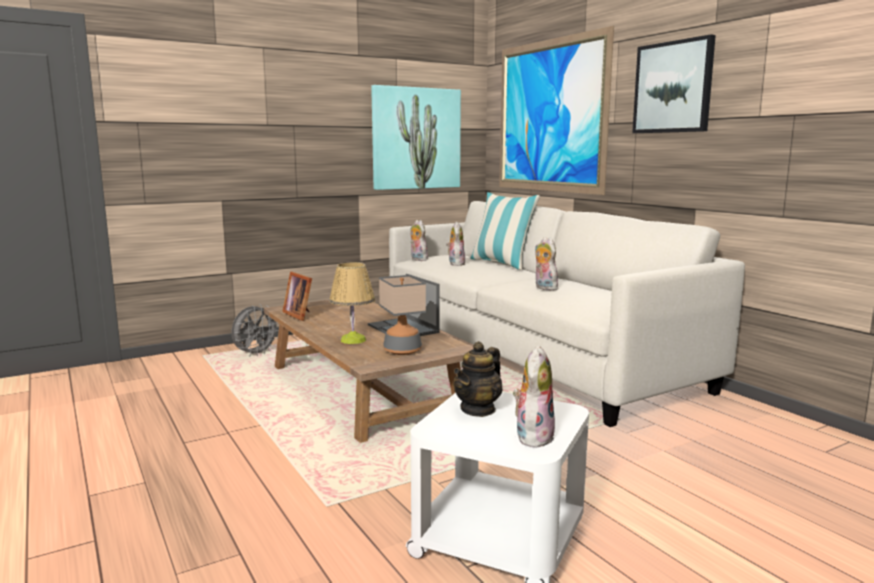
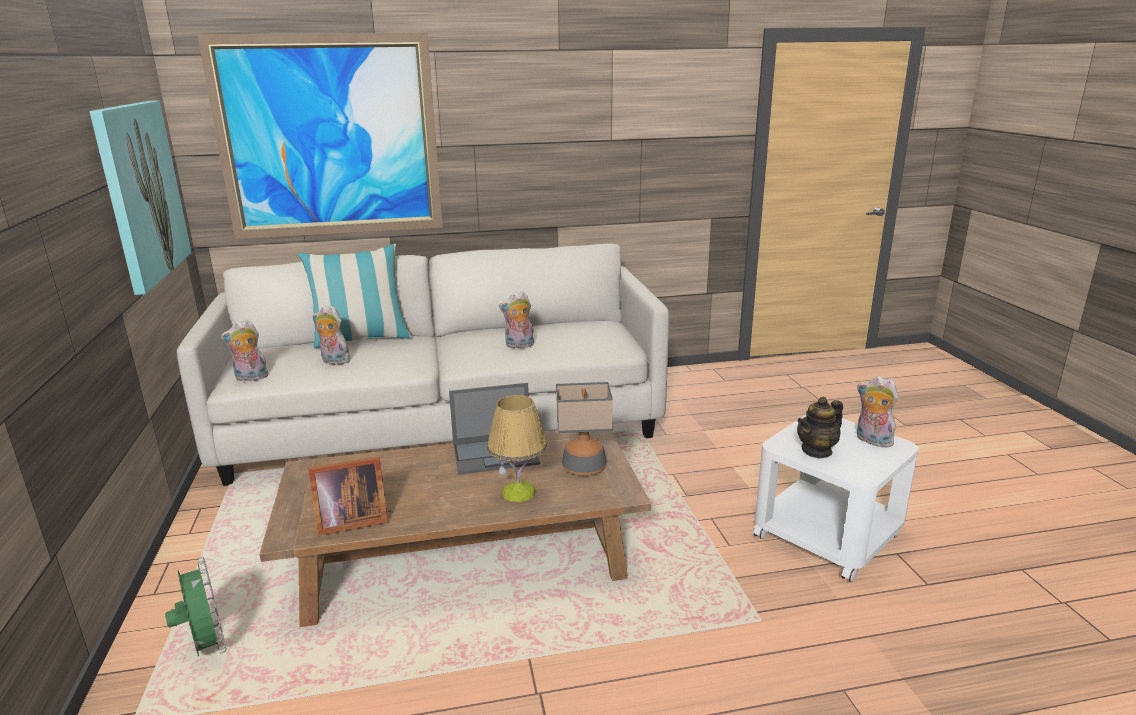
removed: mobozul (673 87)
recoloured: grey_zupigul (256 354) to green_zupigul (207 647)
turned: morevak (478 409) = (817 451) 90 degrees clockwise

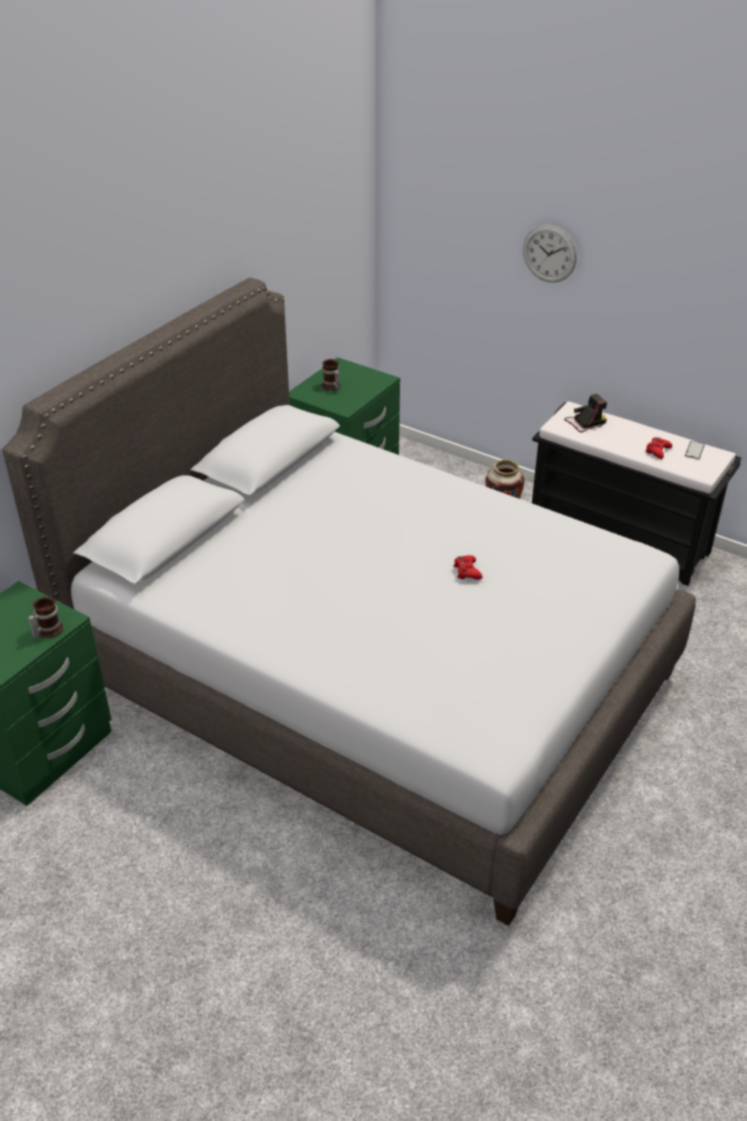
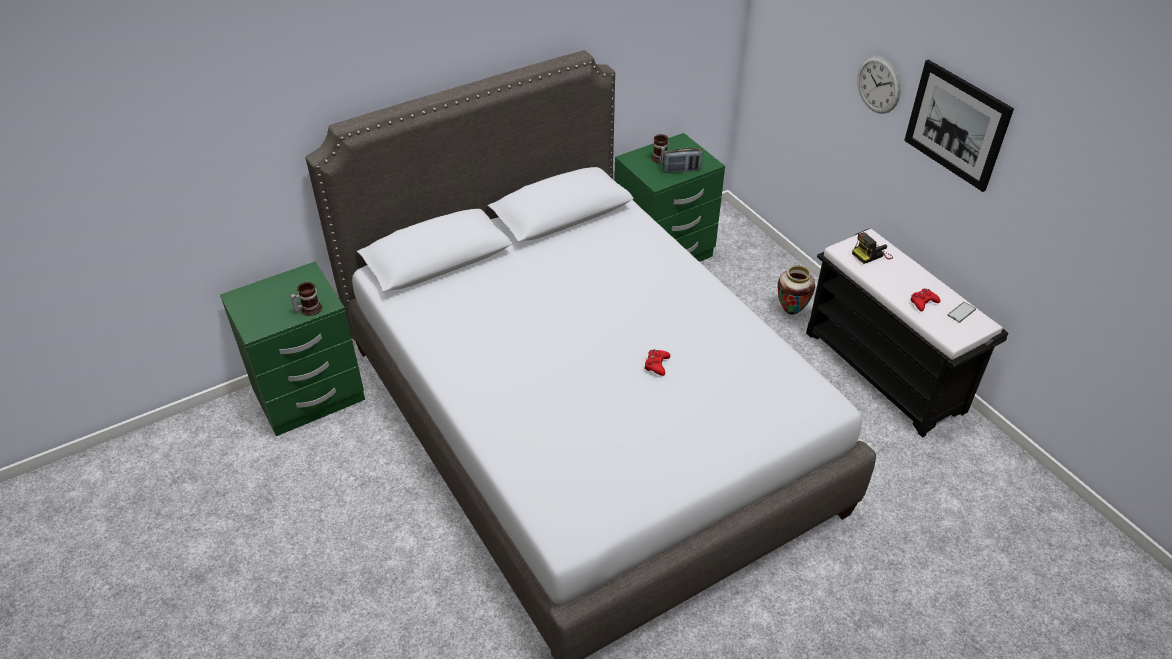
added: mobozul (956 125); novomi (681 170)
turned: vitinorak (585 423) = (871 254) 150 degrees clockwise

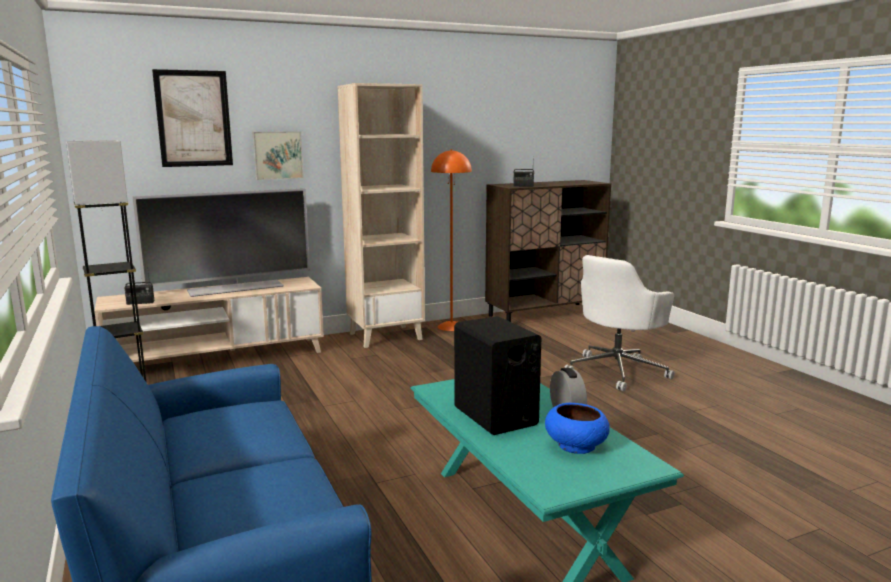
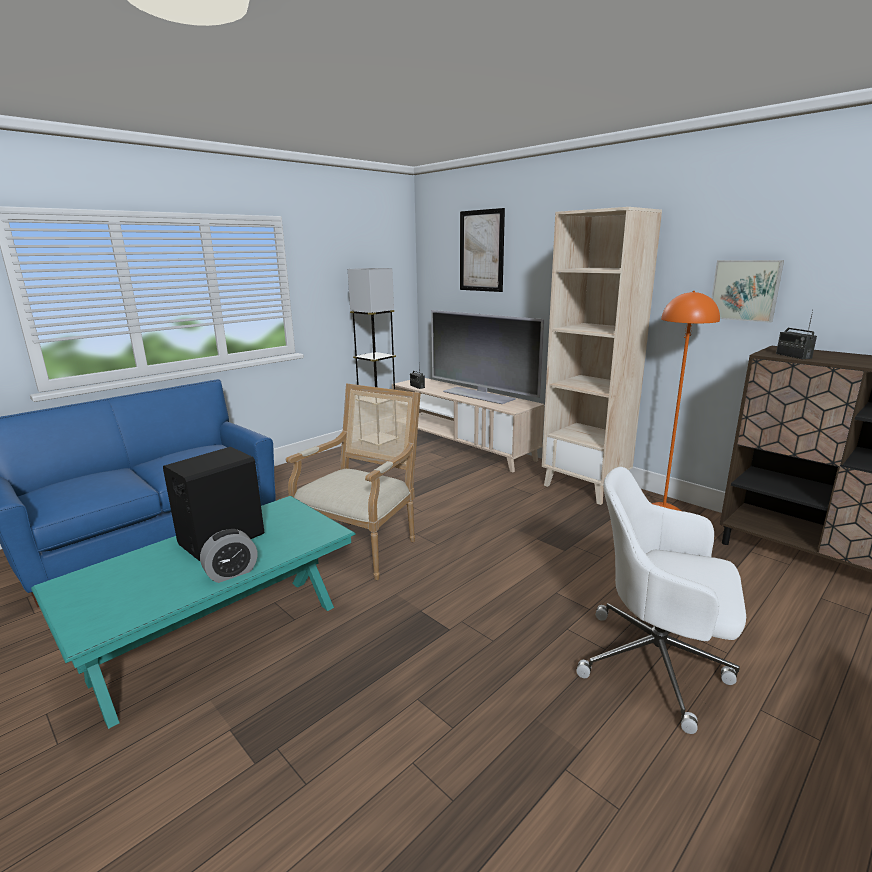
removed: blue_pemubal (576 445)
added: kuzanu (363 546)
moved: mobozul (277 155) to (745 290)

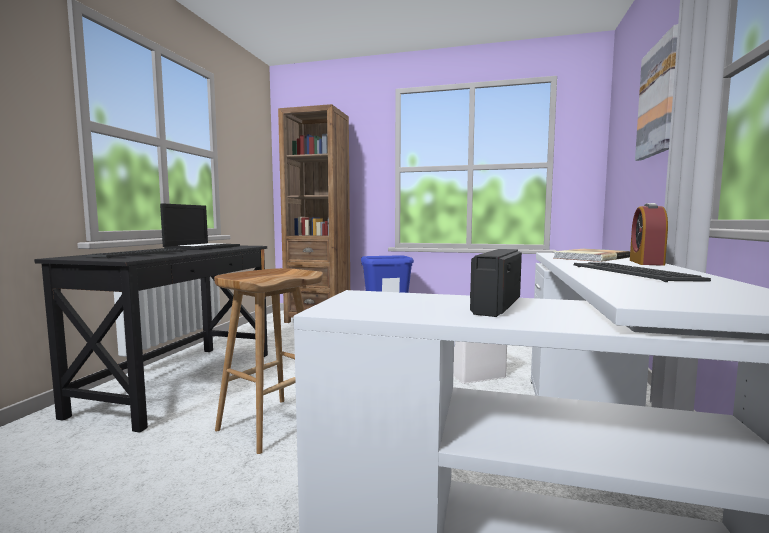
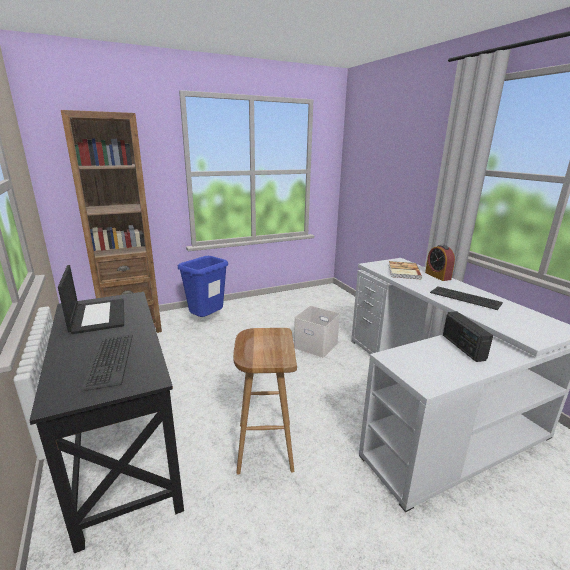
removed: mobozul (659 99)

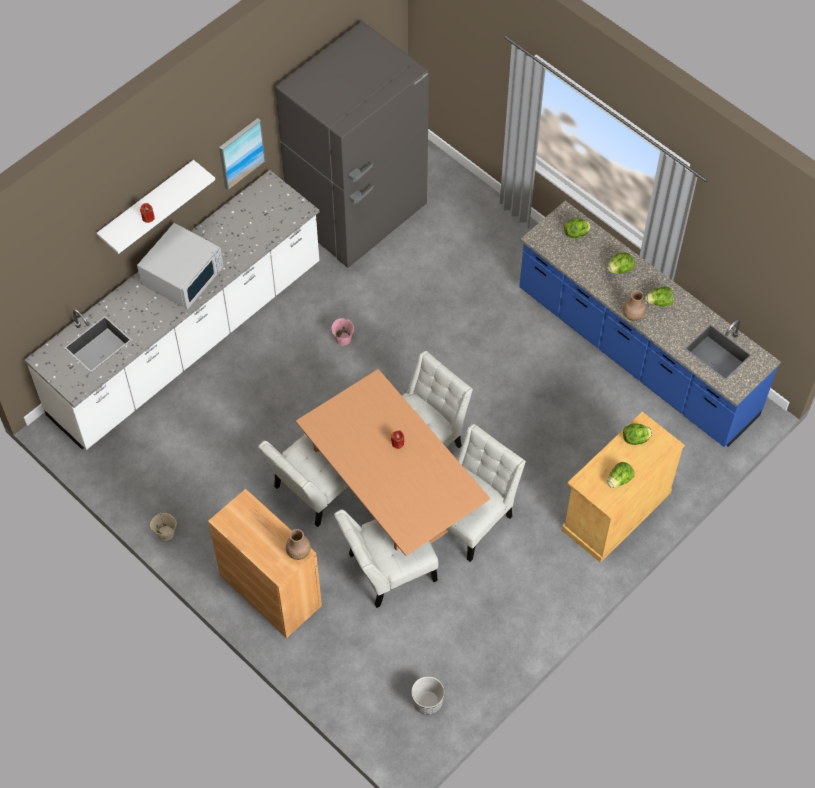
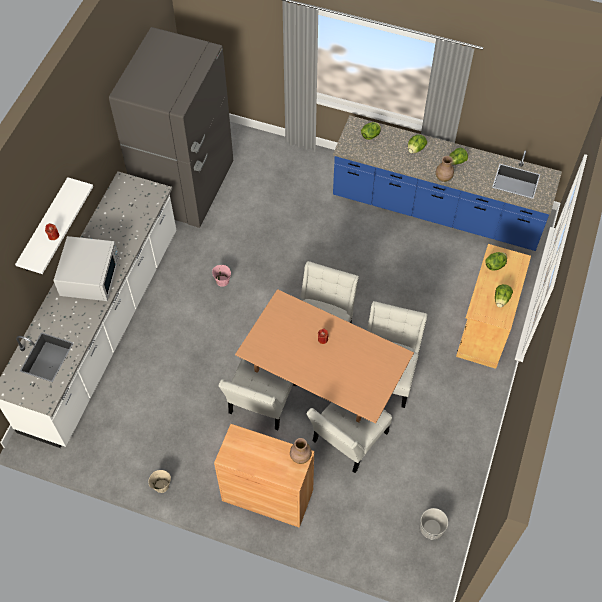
removed: mobozul (241 153)

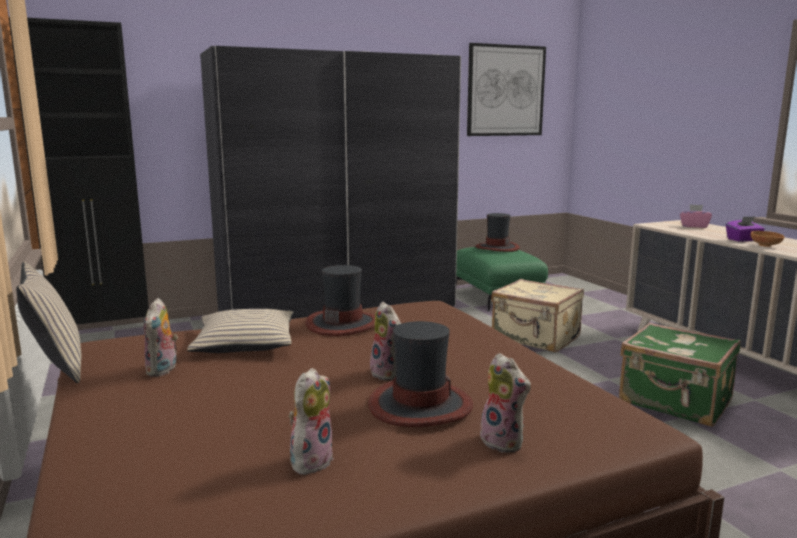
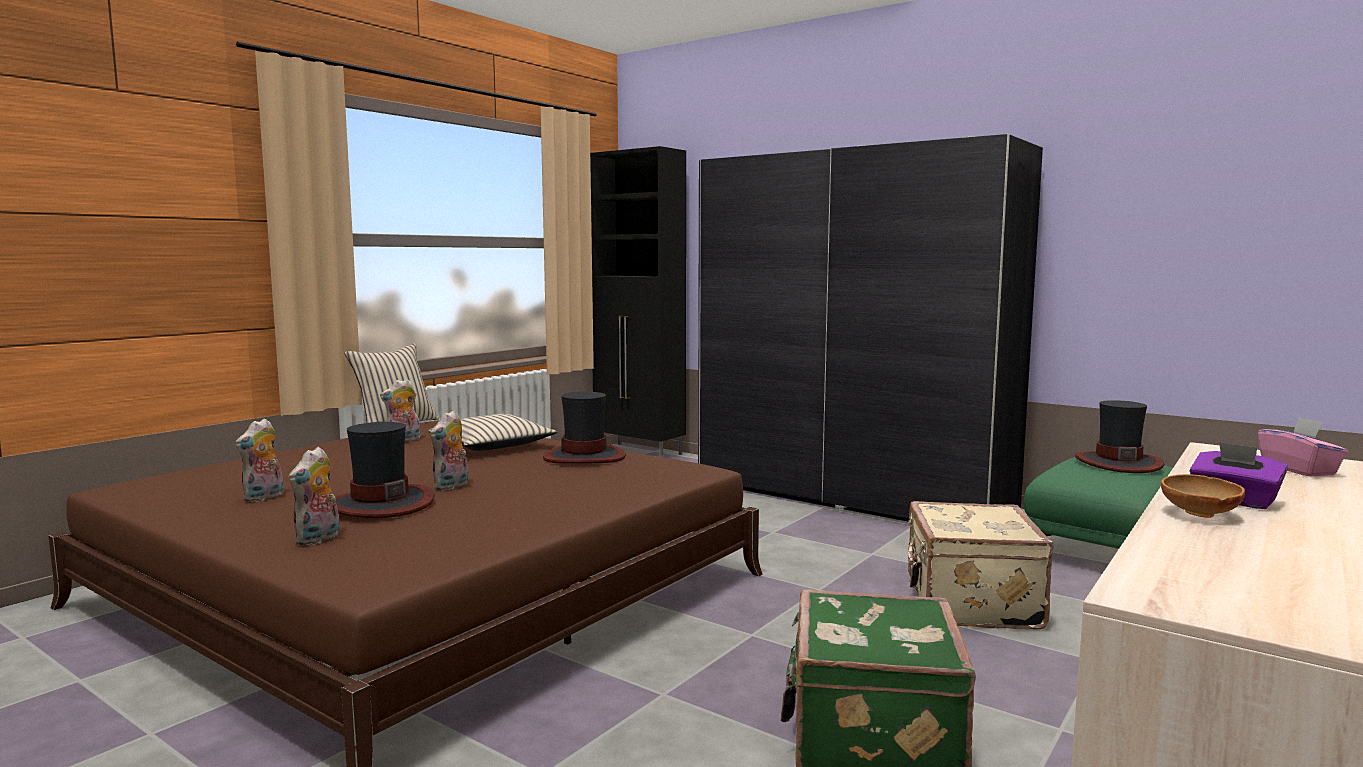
removed: mobozul (505 91)
turned: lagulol (310 460) = (264 497) 120 degrees clockwise

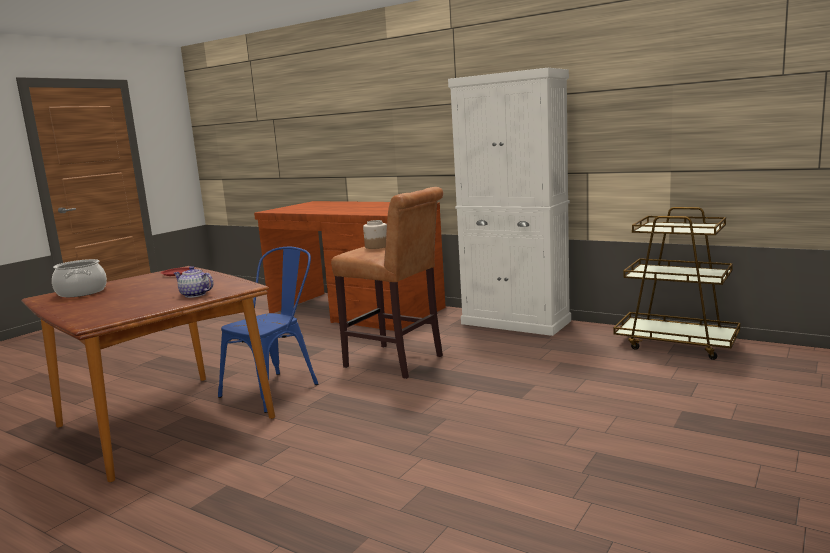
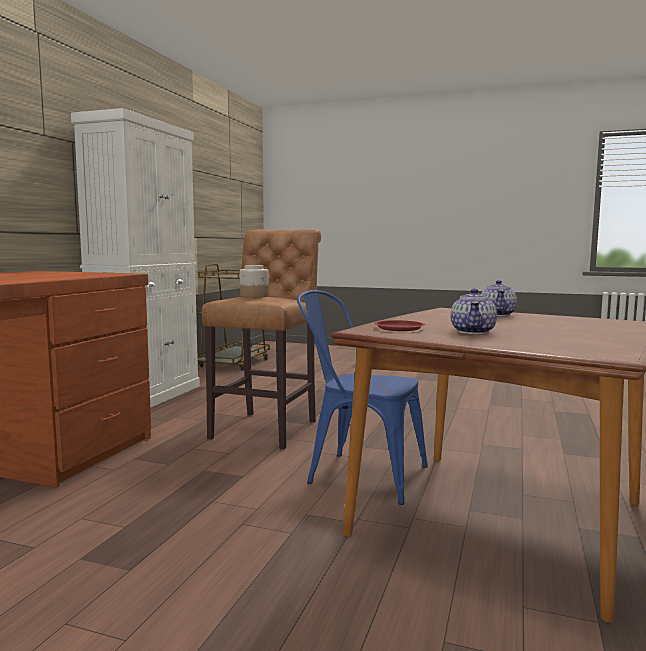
removed: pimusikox (81 292)
added: morevak (473 331)

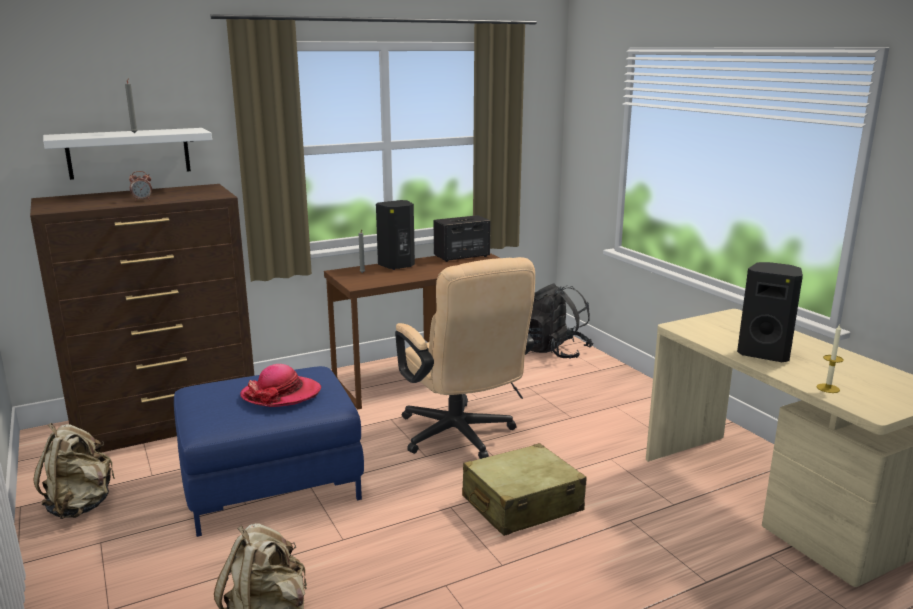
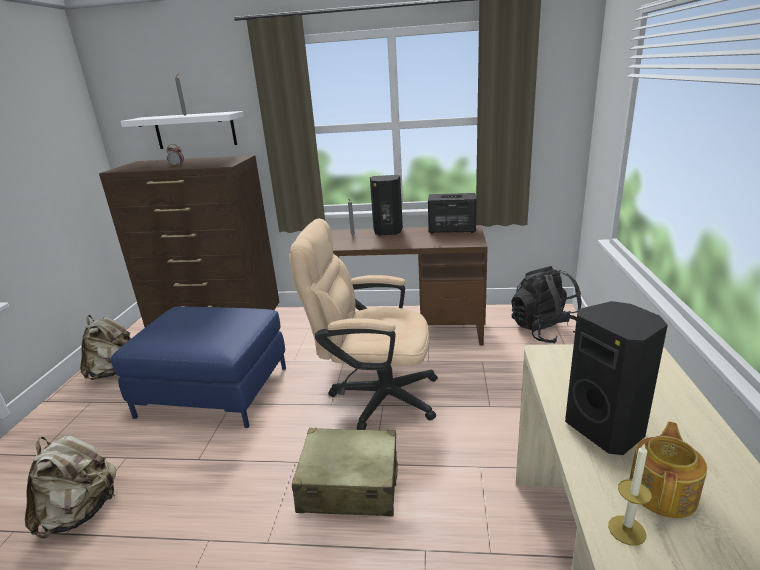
removed: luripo (281 394)
added: morevak (663 492)
turned: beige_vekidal (461 438) = (374 396) 90 degrees clockwise

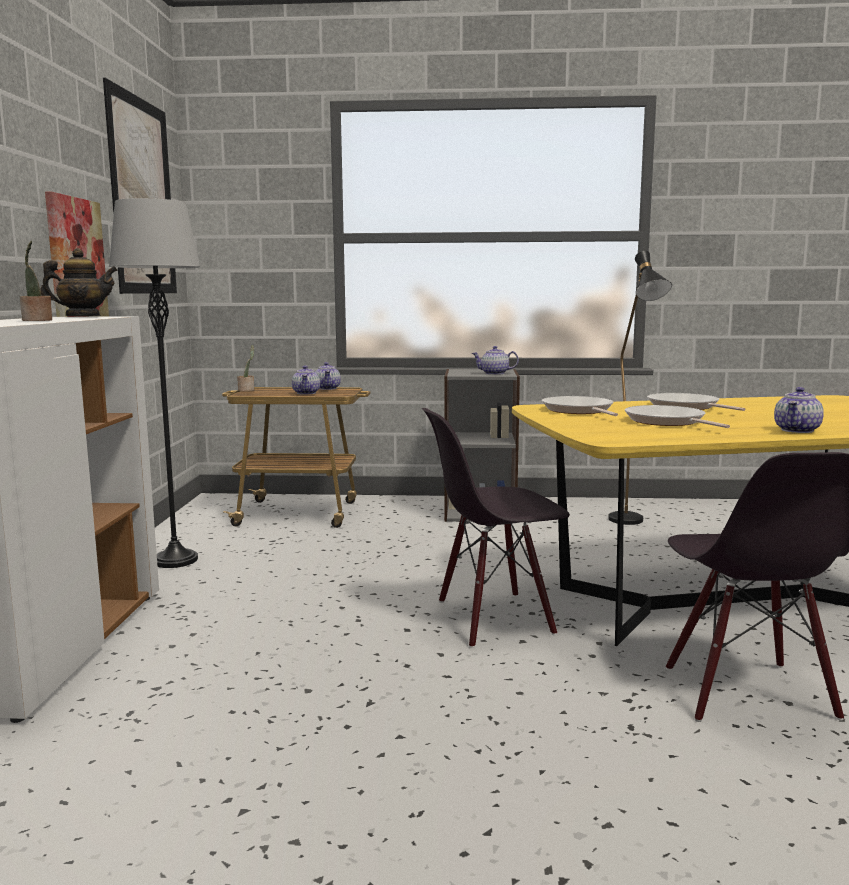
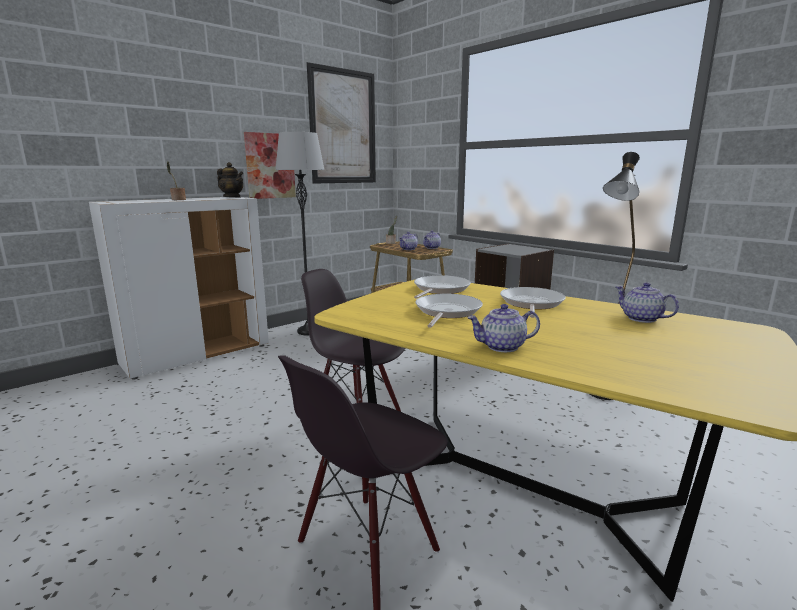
moved: morevak (494 373) to (641 318)

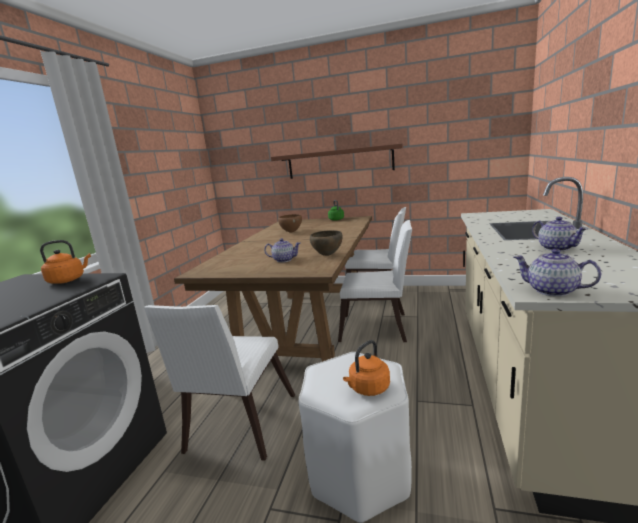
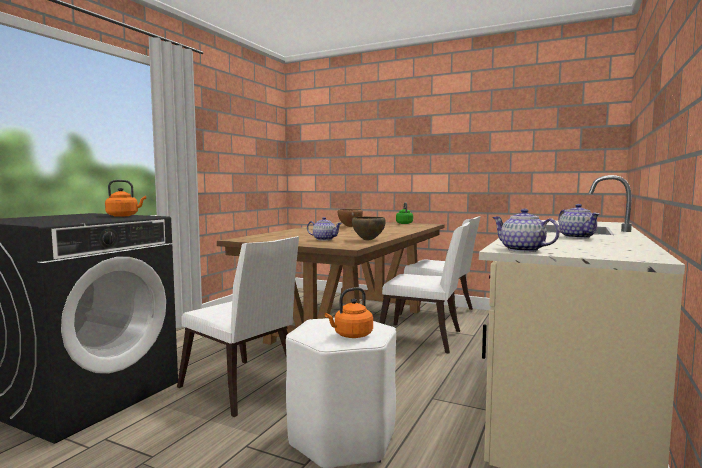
removed: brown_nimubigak (339 162)
turned: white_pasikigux (238 427) = (243 389) 75 degrees counterclockwise

